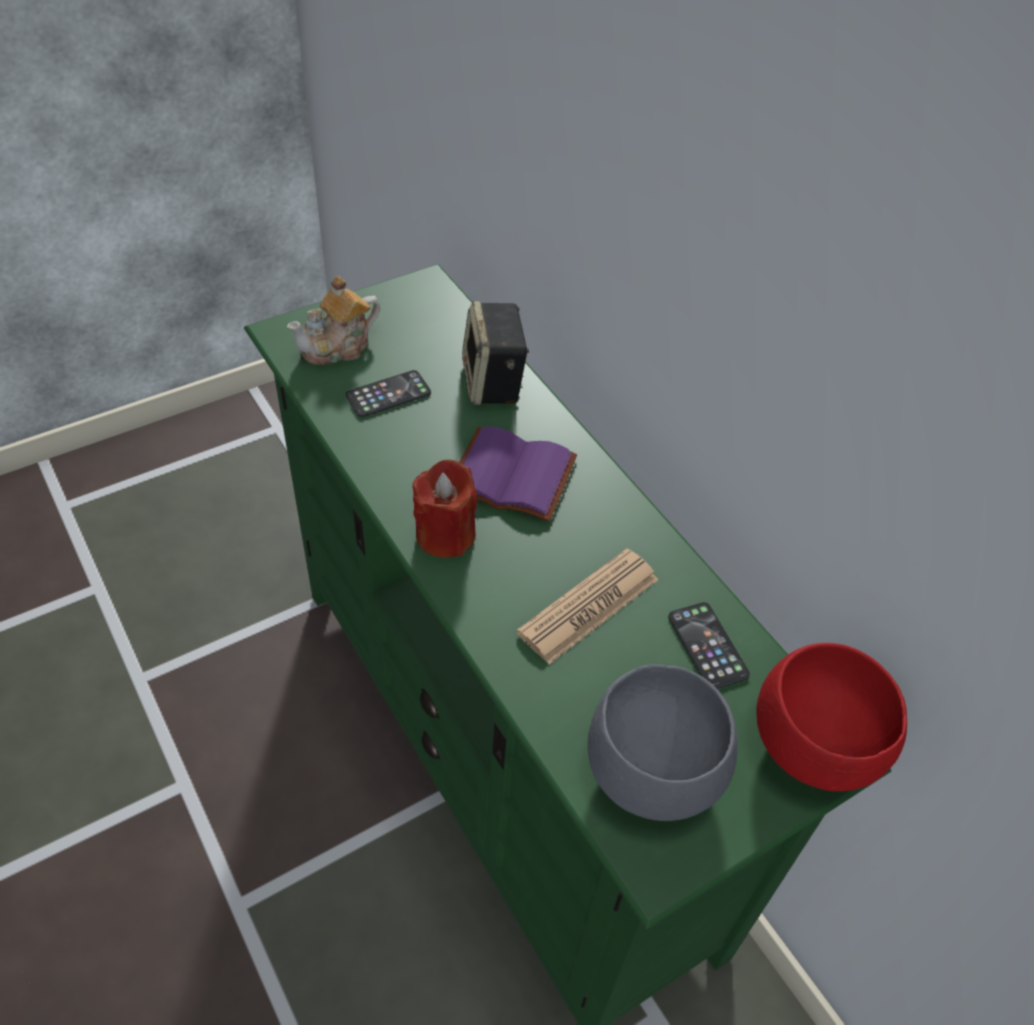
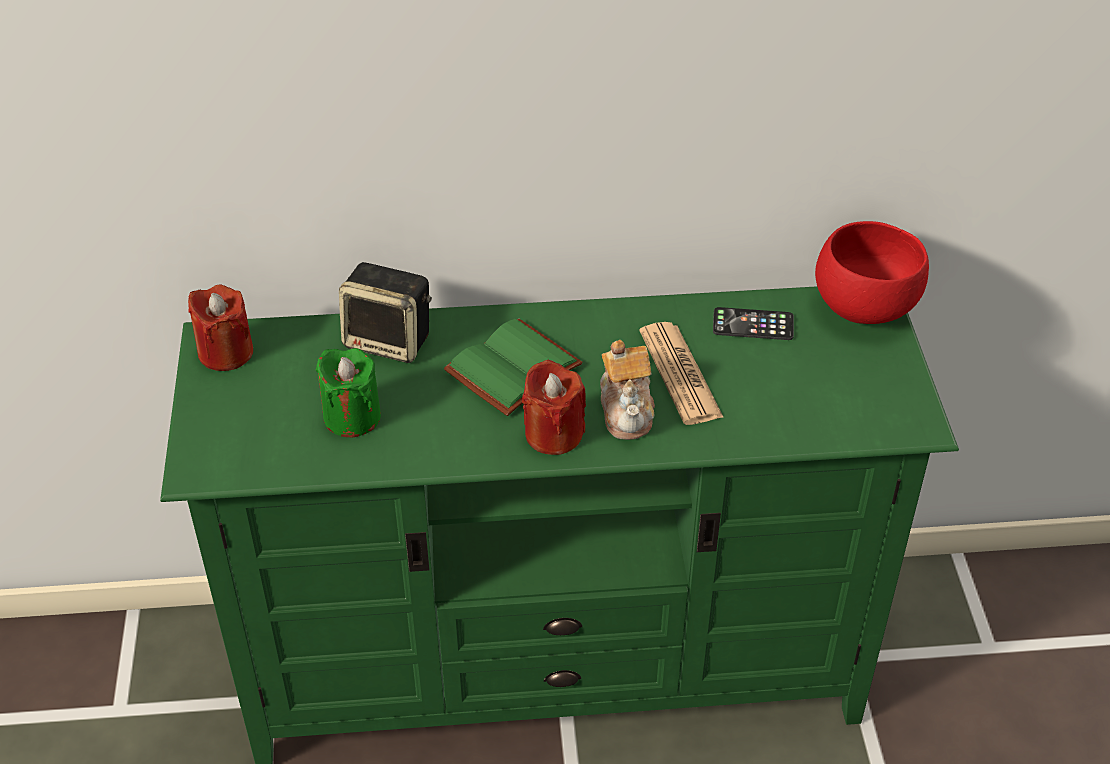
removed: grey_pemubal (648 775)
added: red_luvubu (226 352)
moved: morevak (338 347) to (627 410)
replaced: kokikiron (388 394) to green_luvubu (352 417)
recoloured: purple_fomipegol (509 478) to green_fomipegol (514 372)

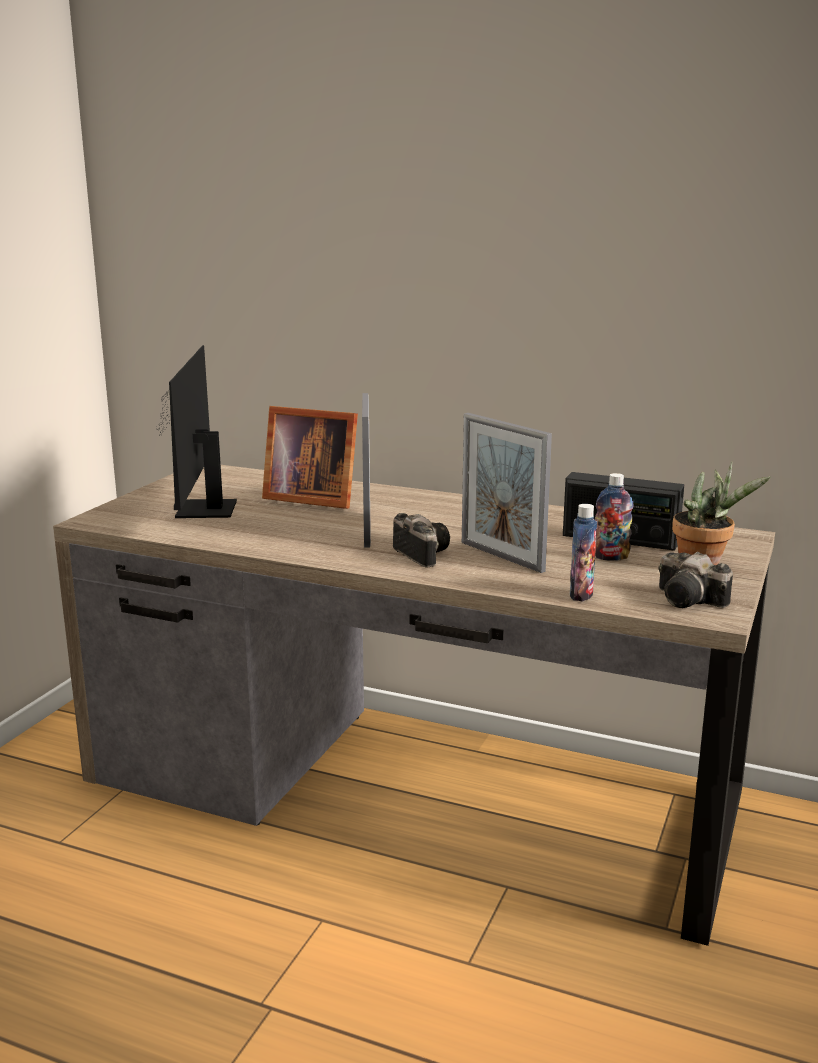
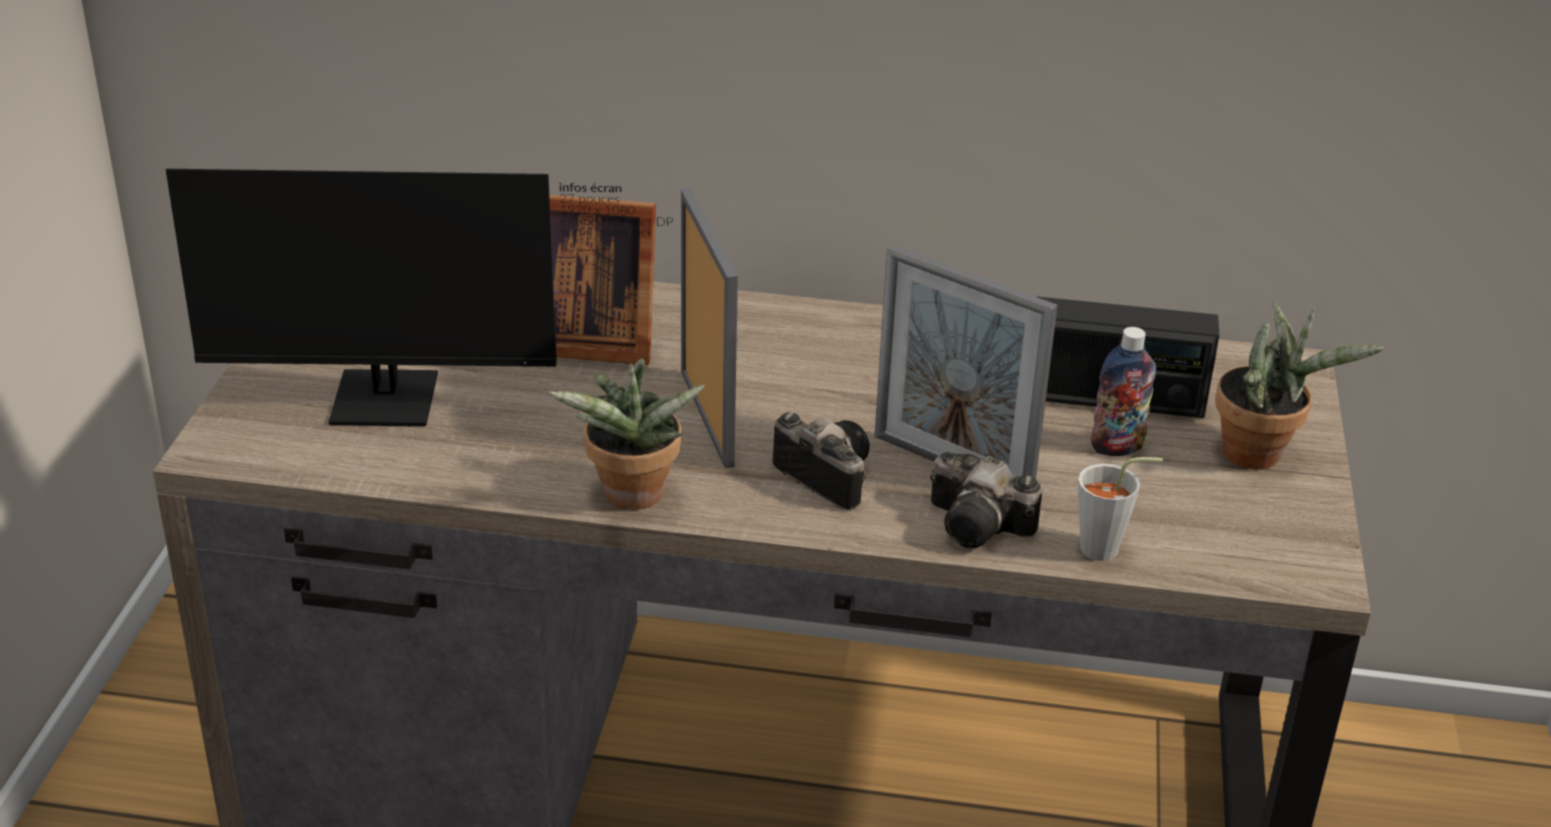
added: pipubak (631 499)
moved: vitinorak (691 601) to (982 526)
replaced: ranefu (581 595) to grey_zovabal (1108 550)
turned: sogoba (202 512) = (402 401) 75 degrees counterclockwise

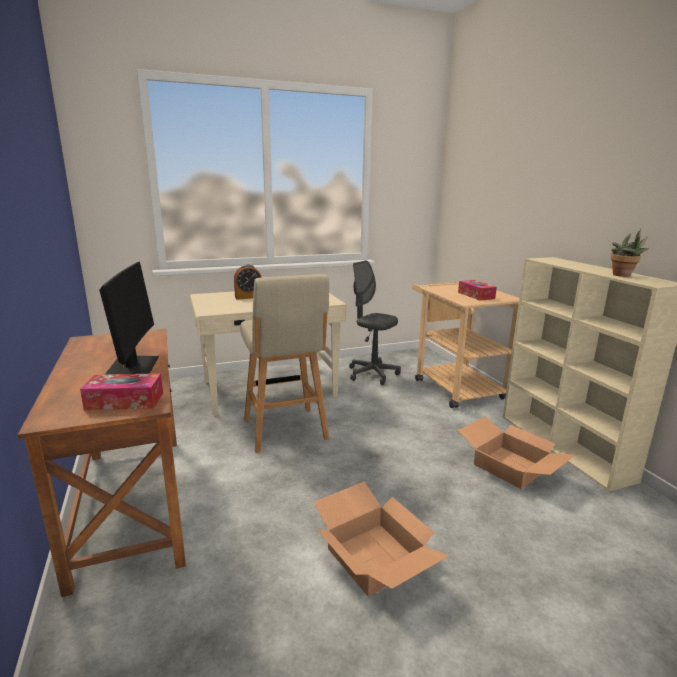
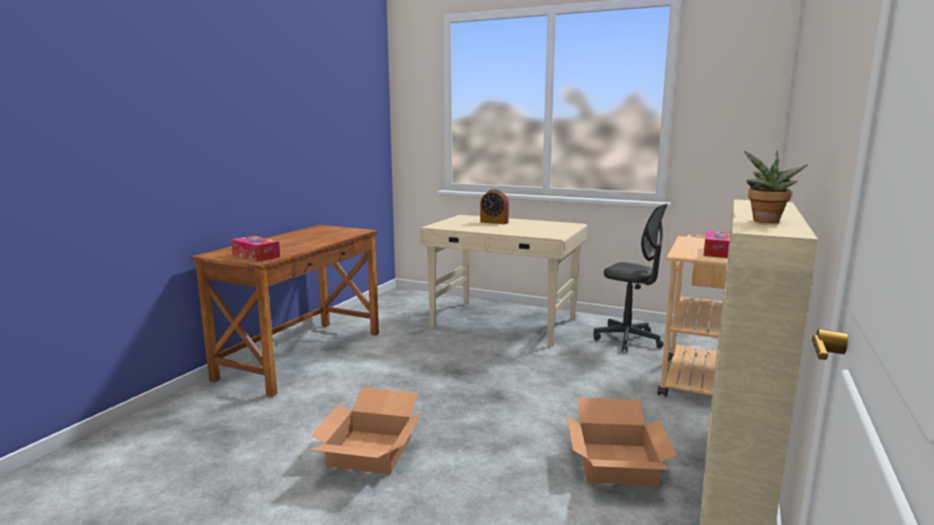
removed: sogoba (133 367); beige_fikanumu (285 431)
turned: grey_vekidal (372 374) = (627 340) 135 degrees clockwise

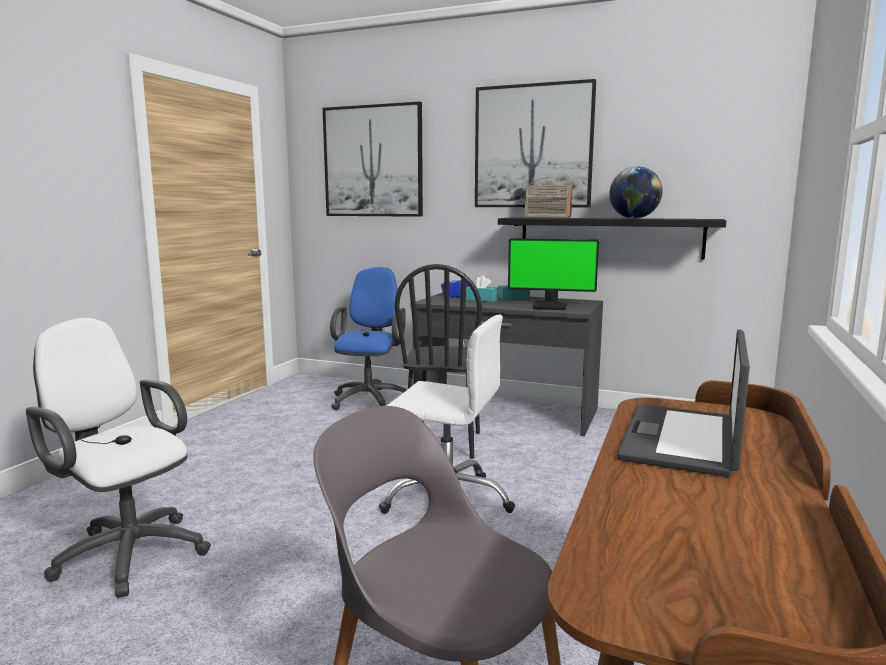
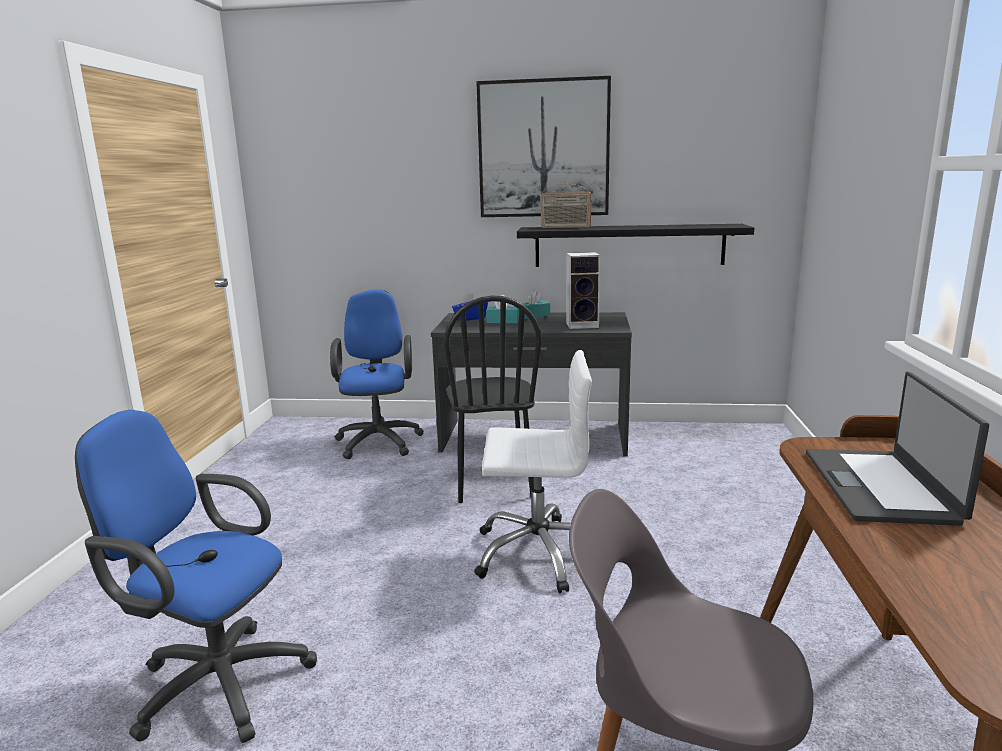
removed: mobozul (373 161); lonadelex (634 218)
replaced: sogoba (550 306) to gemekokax (583 325)
recoloured: white_vekidal (127 552) to blue_vekidal (214 682)

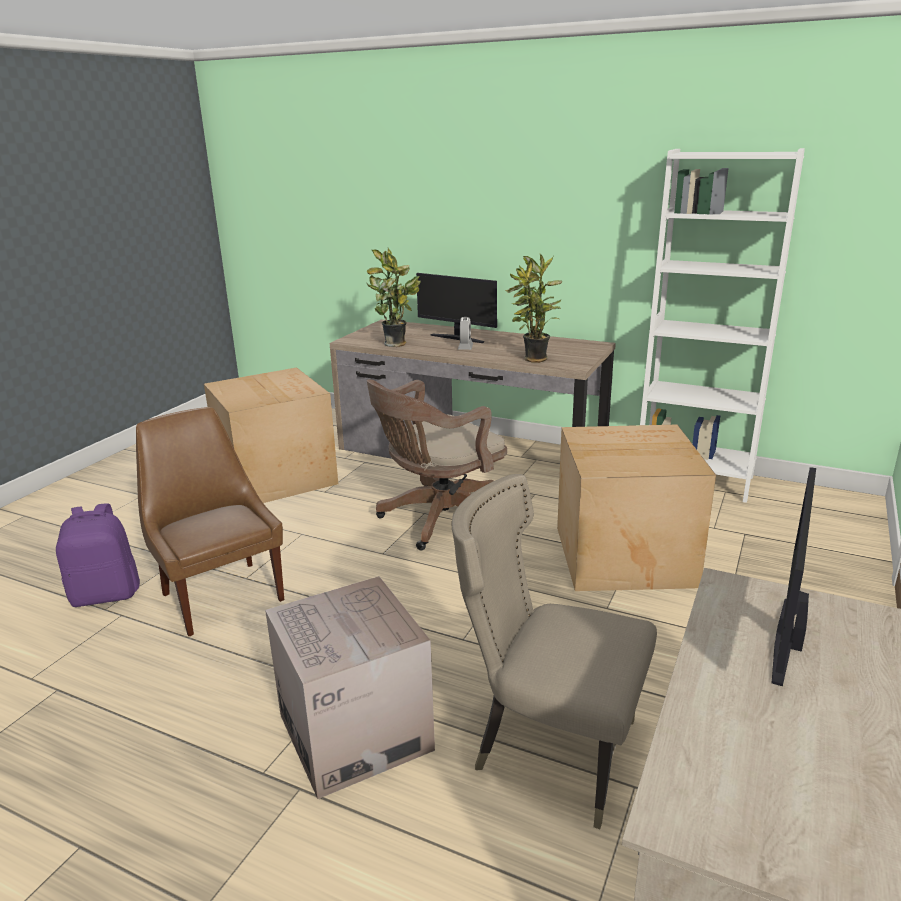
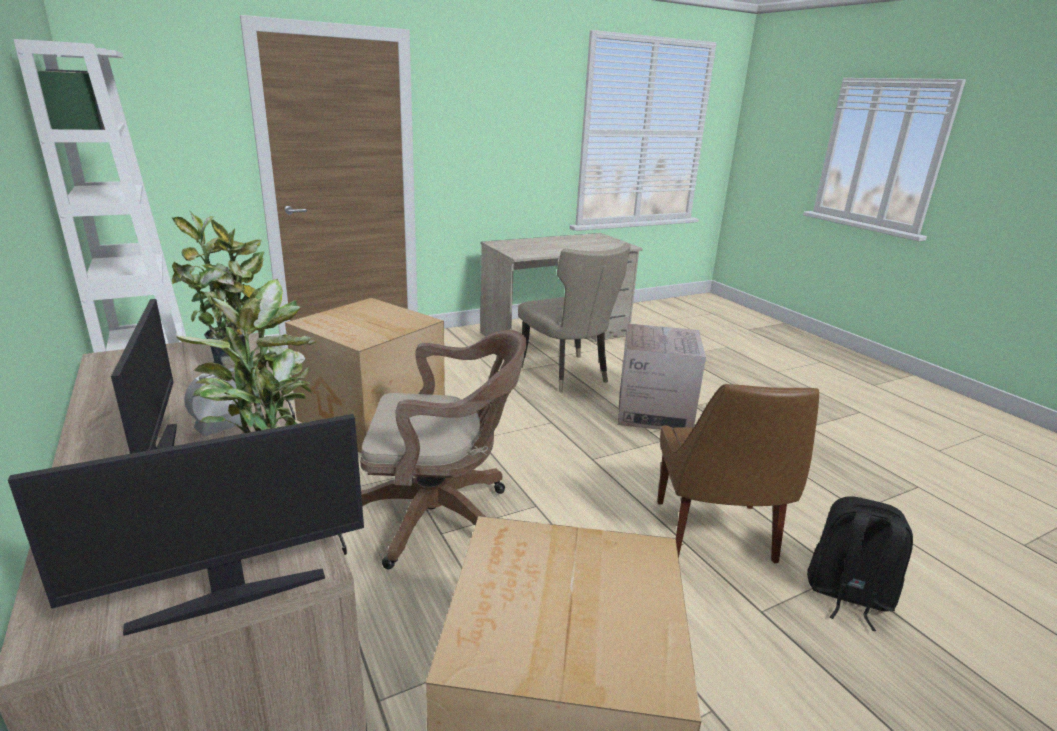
moved: sogoba (788 641) to (229 597)
recoloured: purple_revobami (106 594) to black_revobami (847 595)

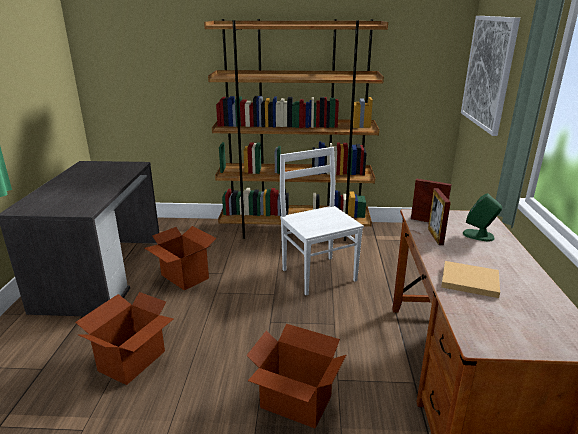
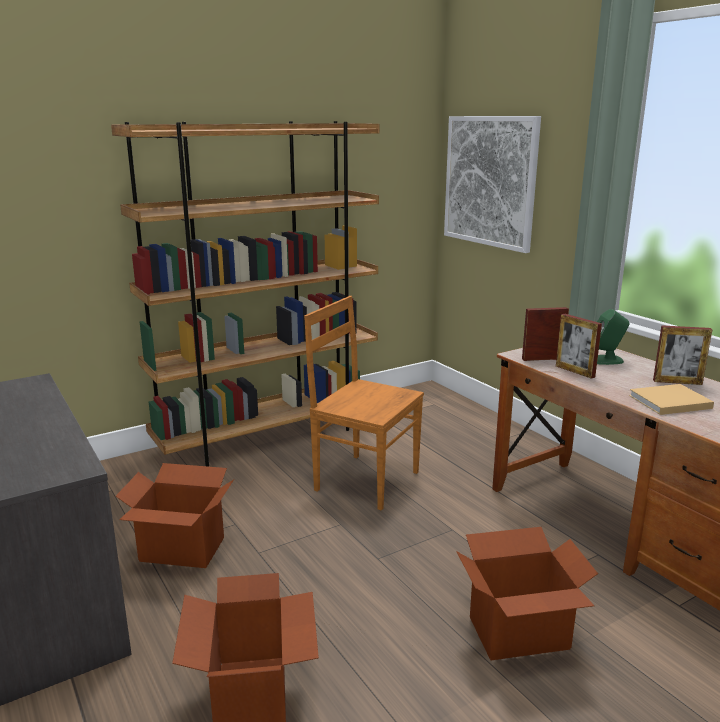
added: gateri (677 382)
recoloured: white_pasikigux (318 274) to brown_pasikigux (364 480)

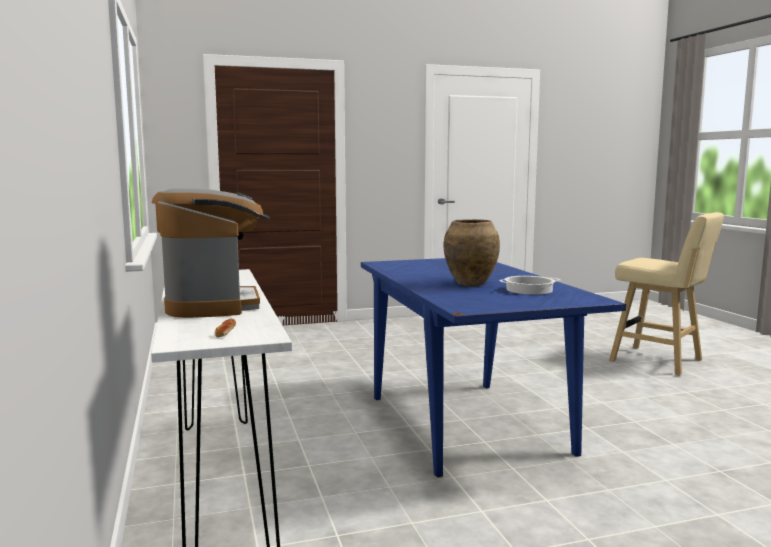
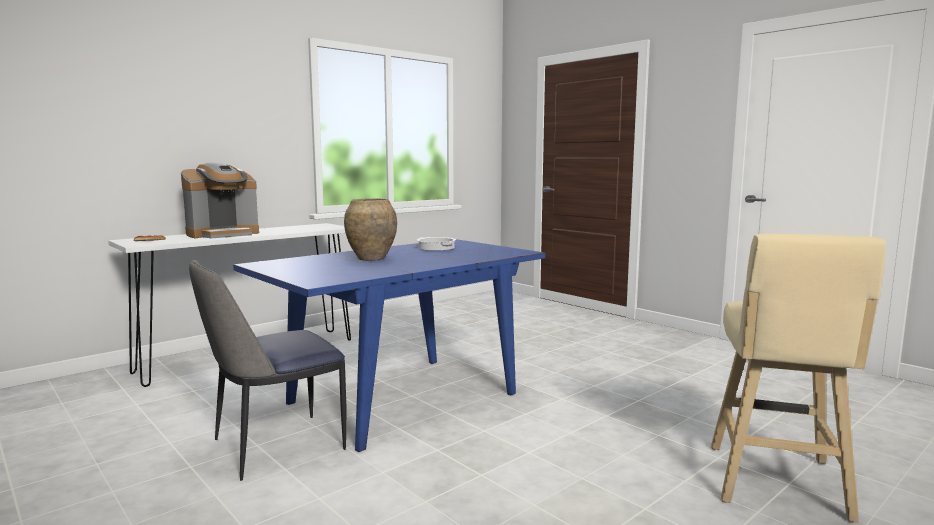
added: pasikigux (274 446)
moved: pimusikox (529 290) to (435 248)

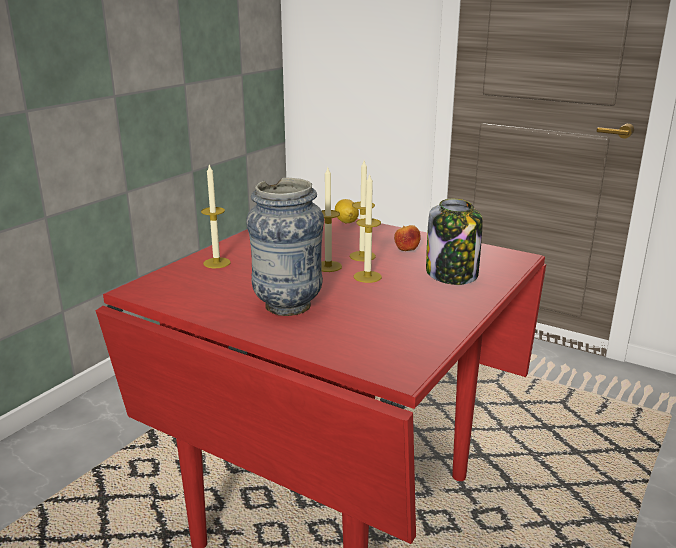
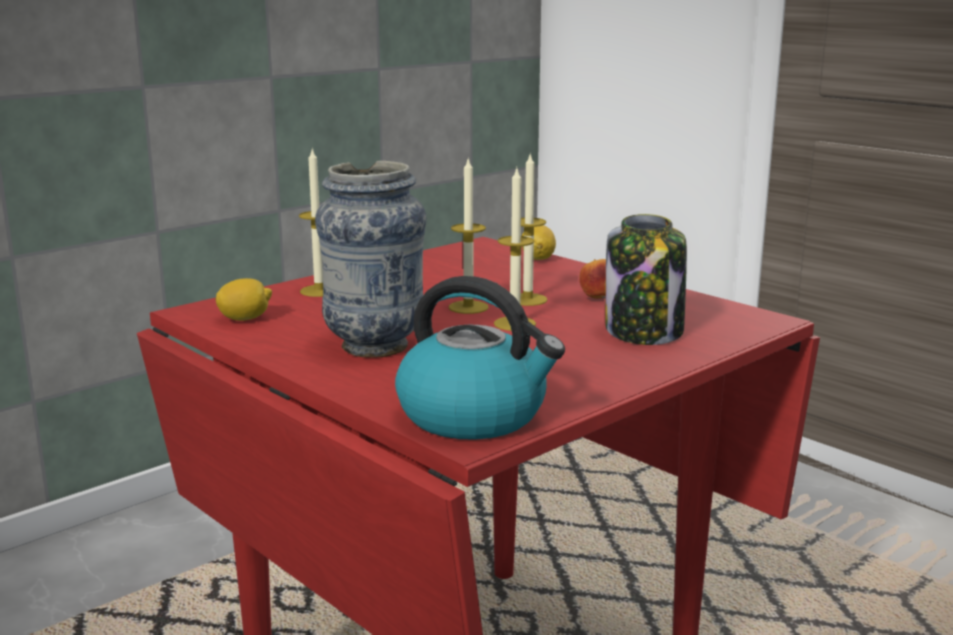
added: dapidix (475 415); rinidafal (245 319)

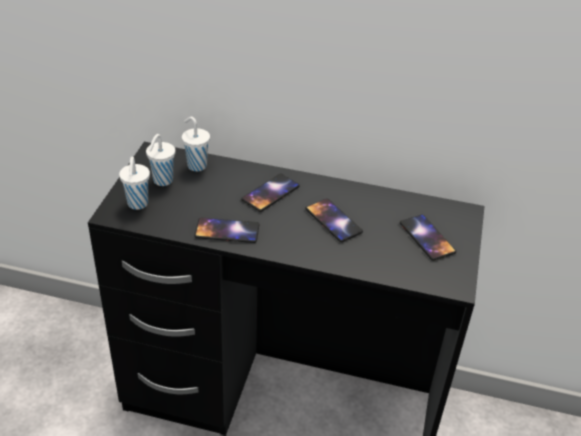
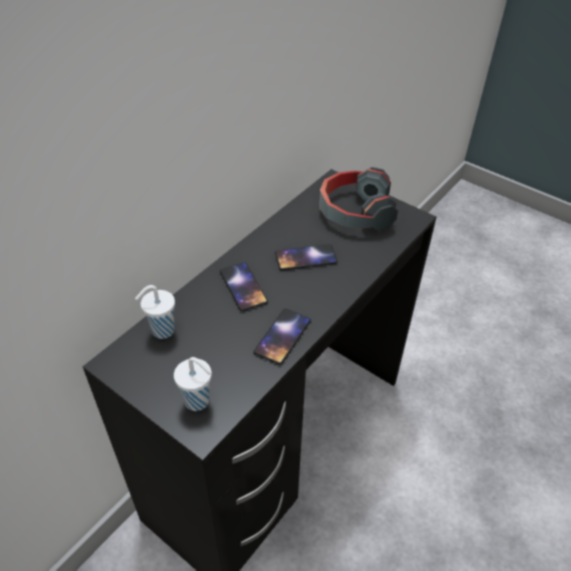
removed: white_zovabal (162 181)
replaced: kokikiron (427 237) to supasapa (354 212)

